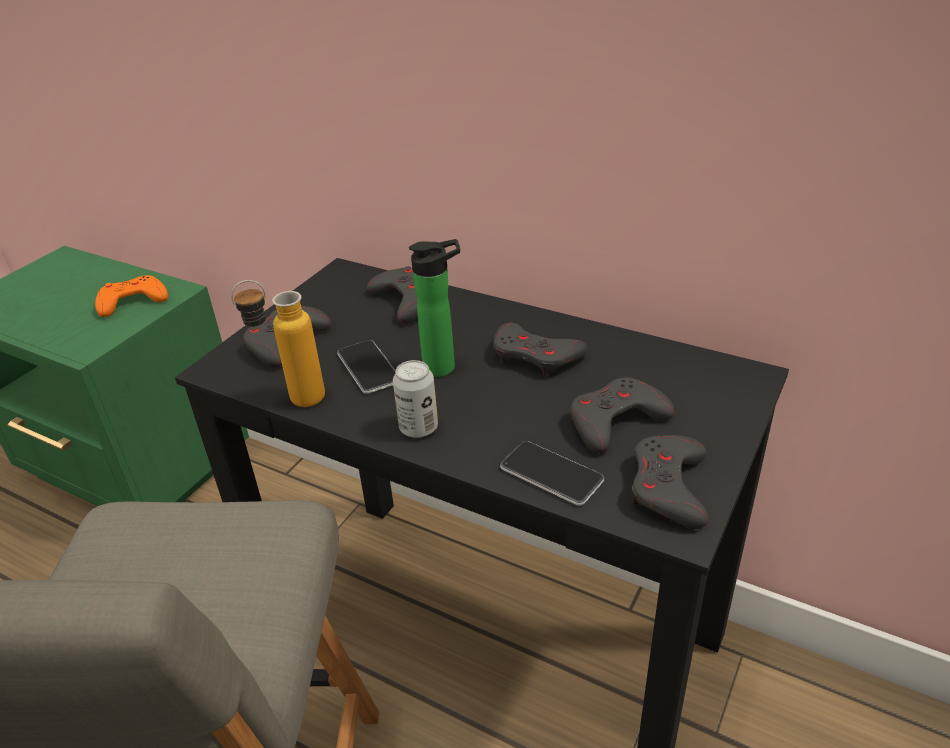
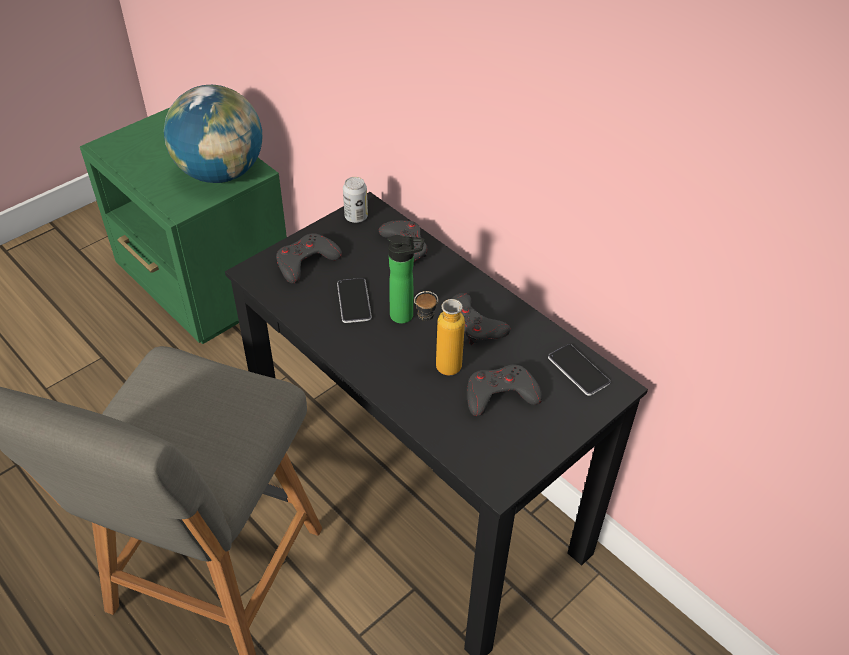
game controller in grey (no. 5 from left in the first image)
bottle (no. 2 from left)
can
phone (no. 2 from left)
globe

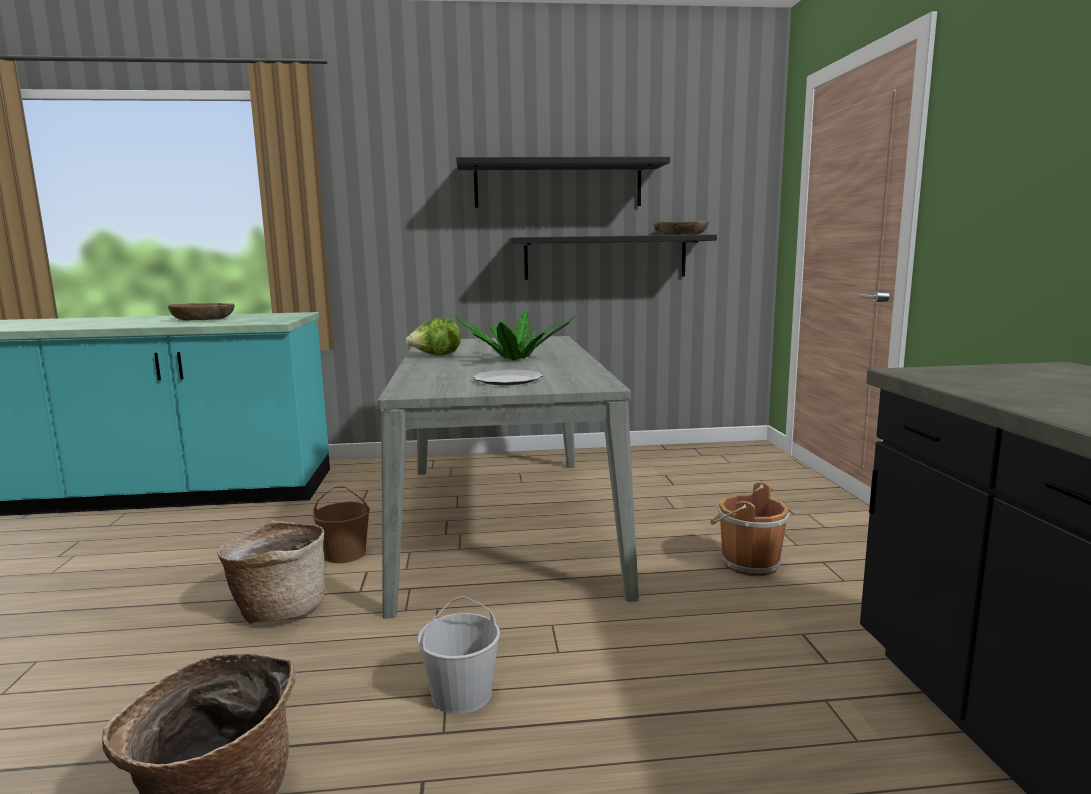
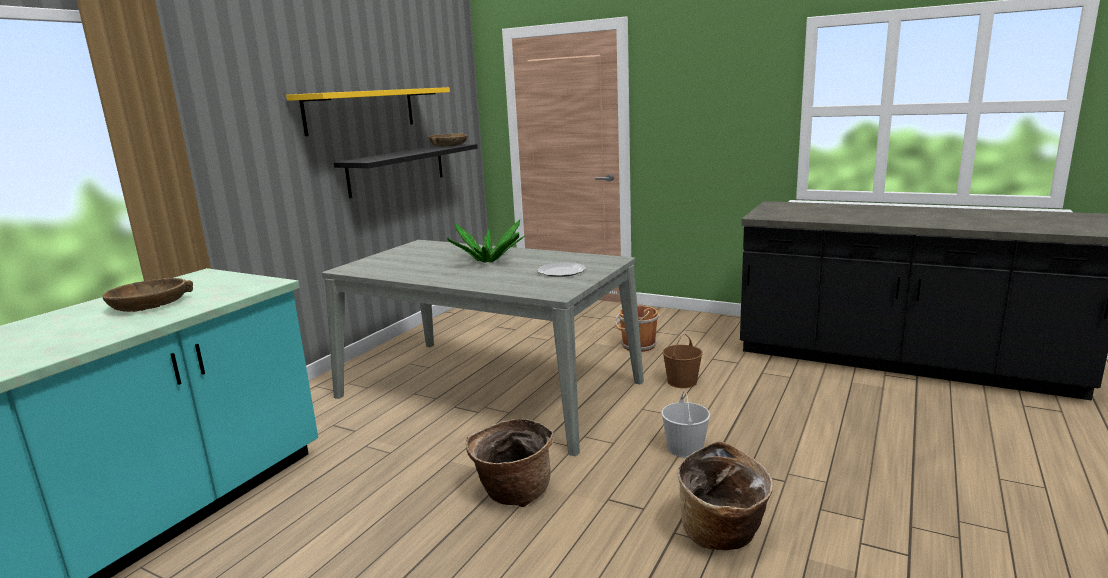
lettuce
bucket in brown (no. 2 from left)
shelf in yellow

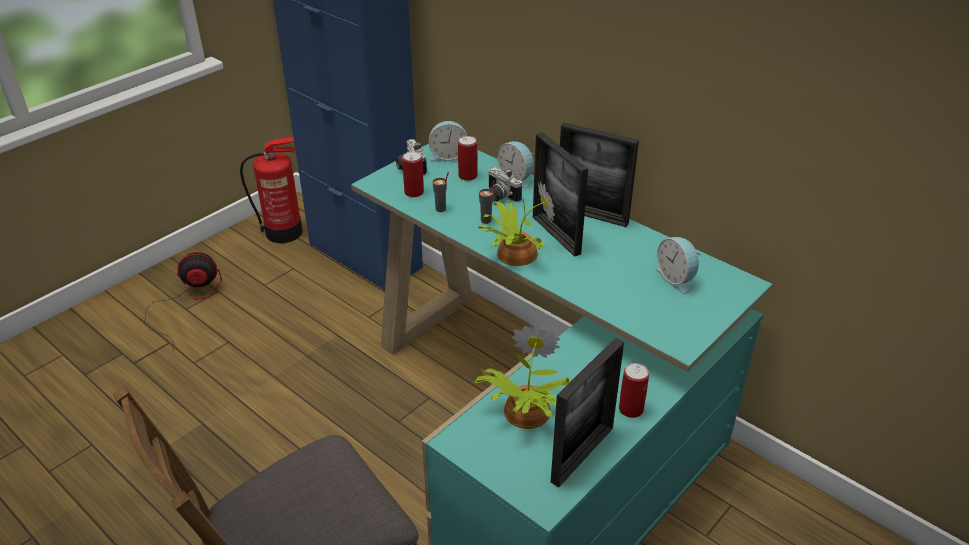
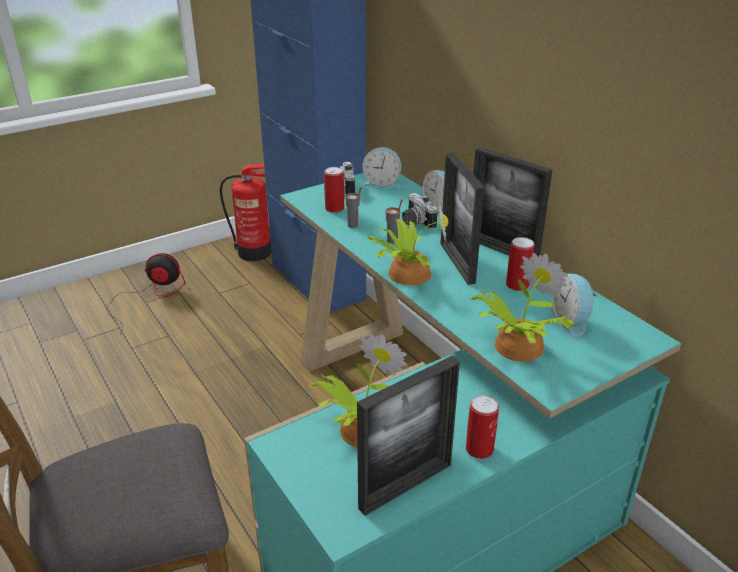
potted plant (no. 3 from left)
can (no. 3 from left)

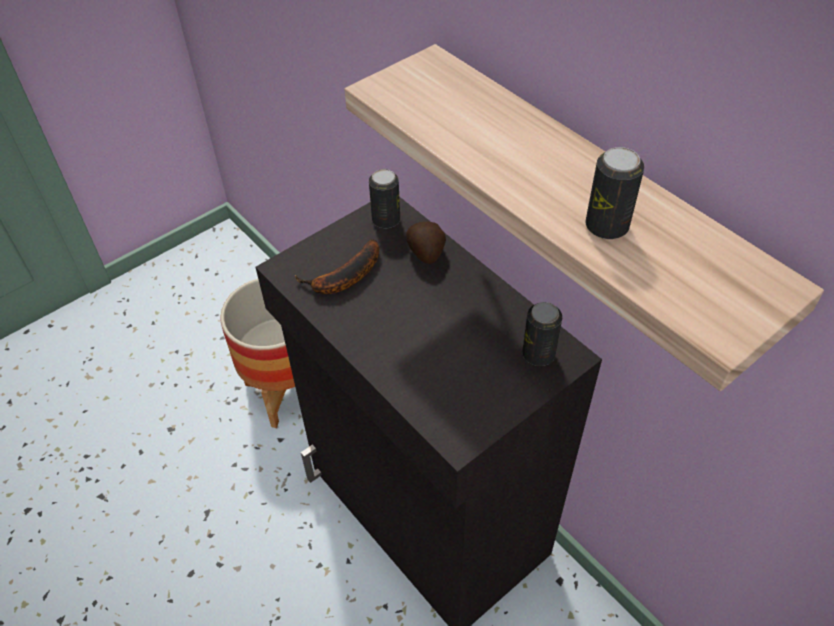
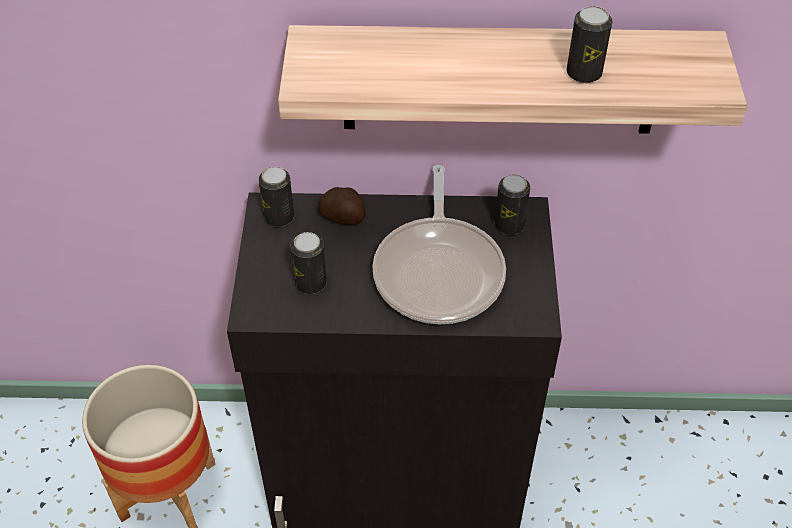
frying pan
can (no. 2 from left)

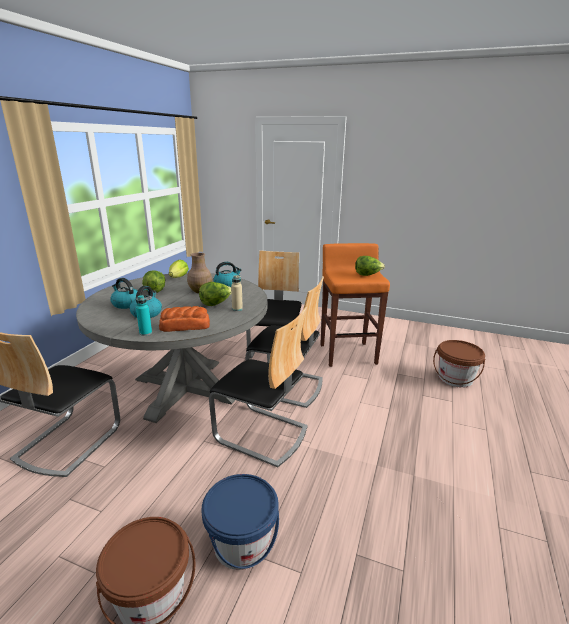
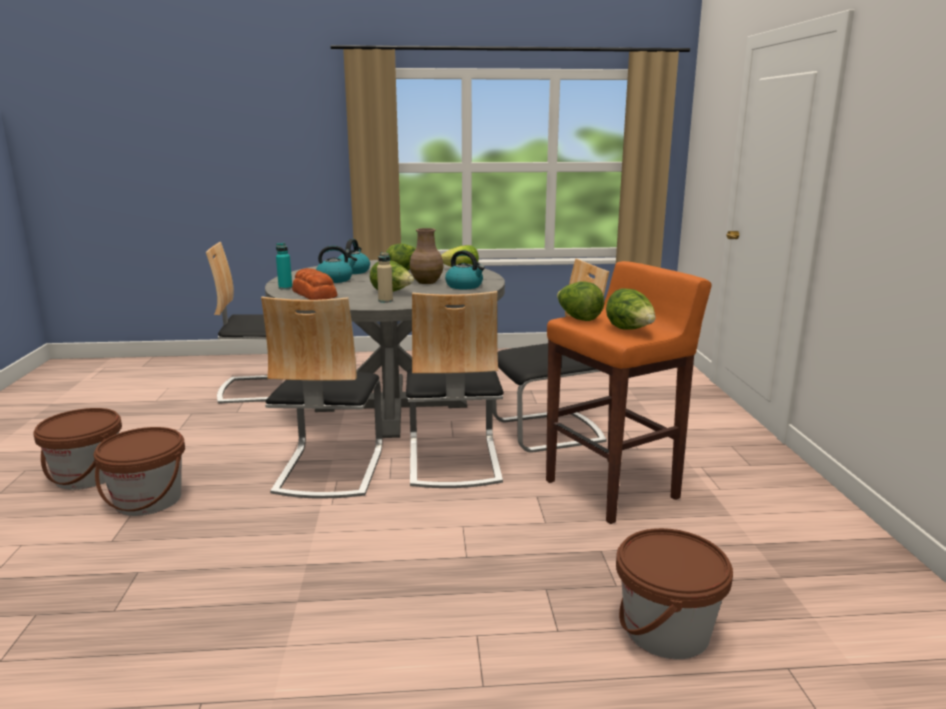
lettuce (no. 4 from left)
bucket in brown (no. 2 from left)

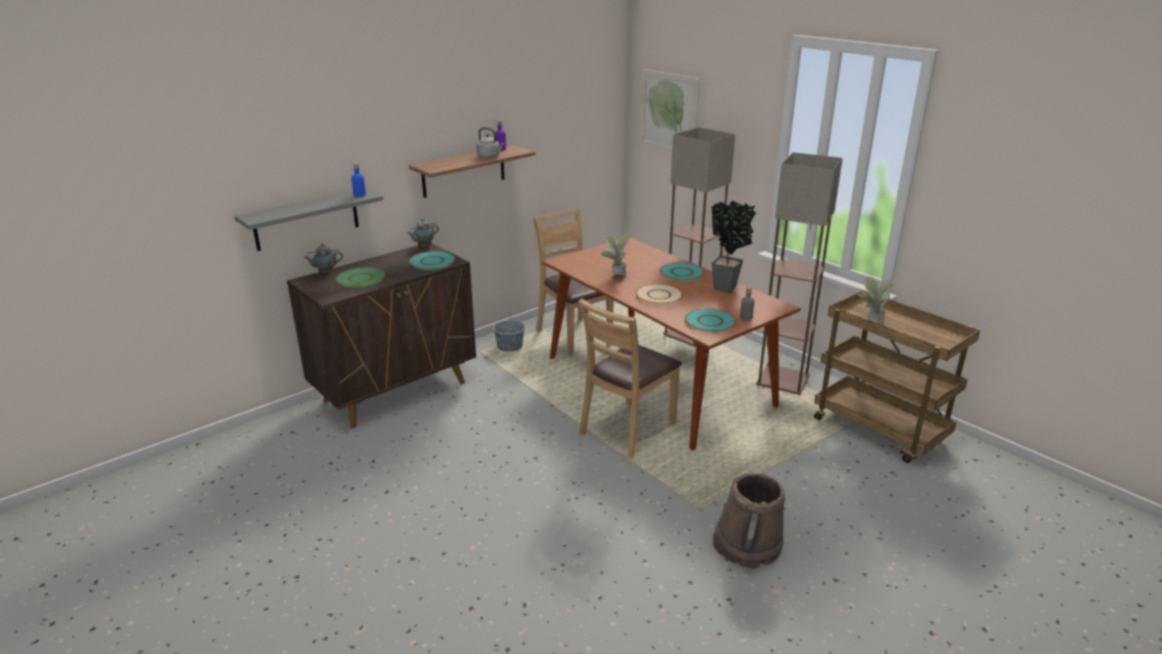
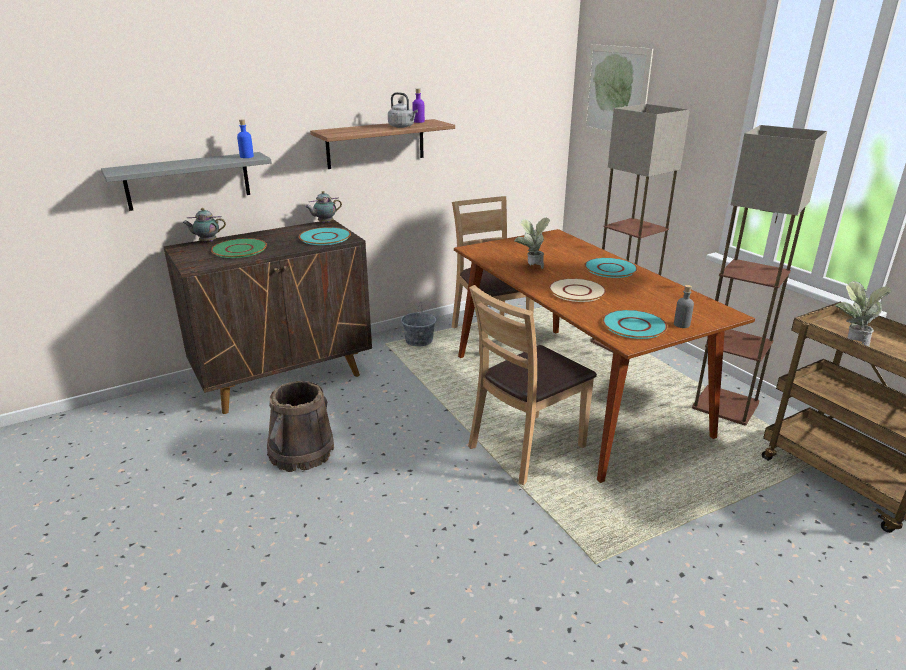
potted plant (no. 2 from left in the first image)
bucket in brown

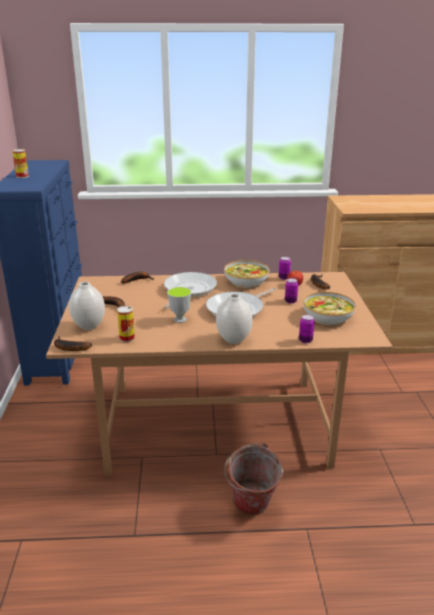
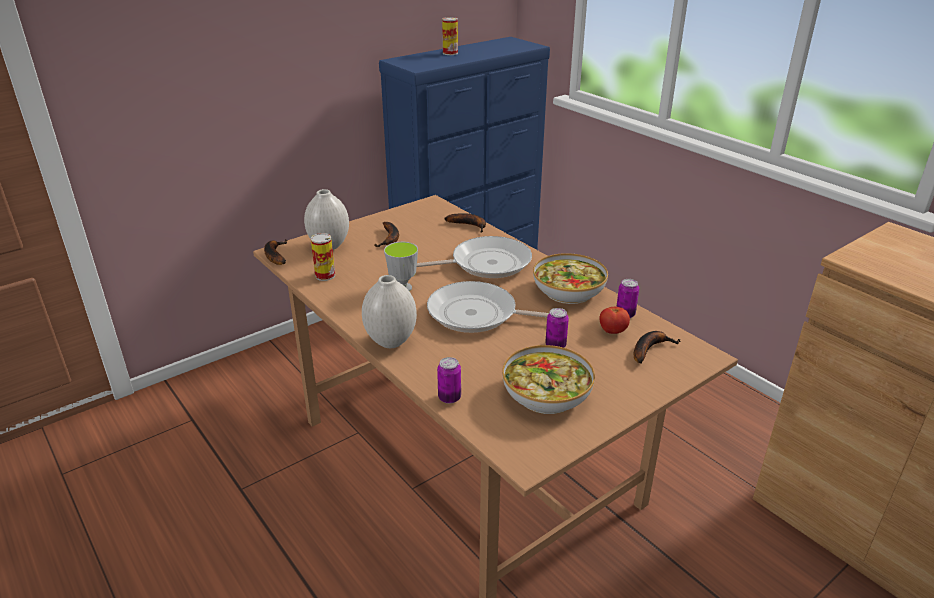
bucket

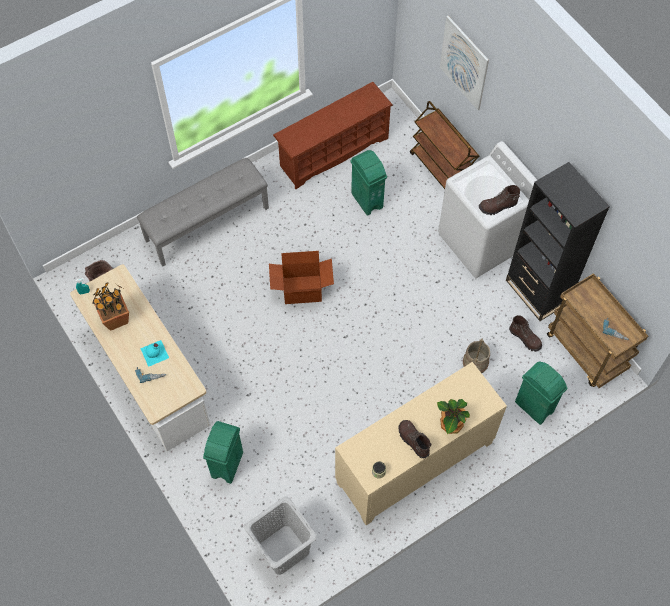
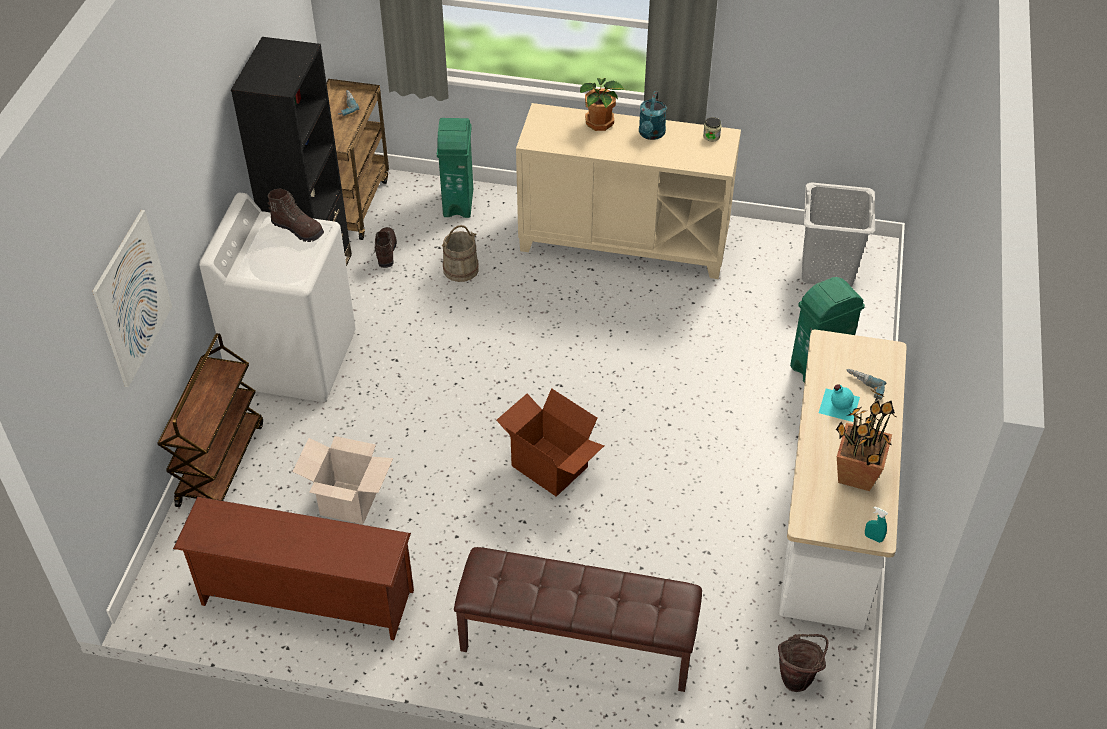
cardboard box (no. 1 from left)
watering can in turquoise
bench in brown

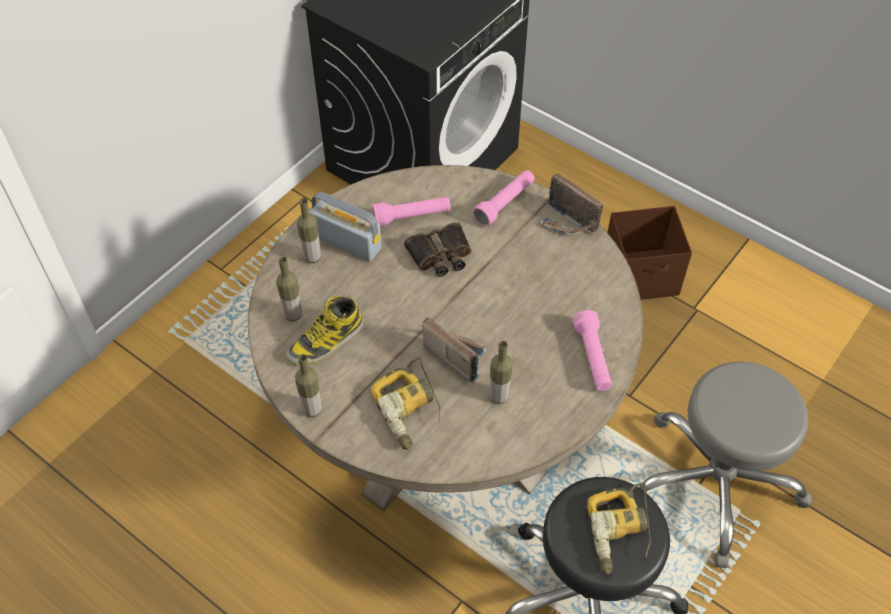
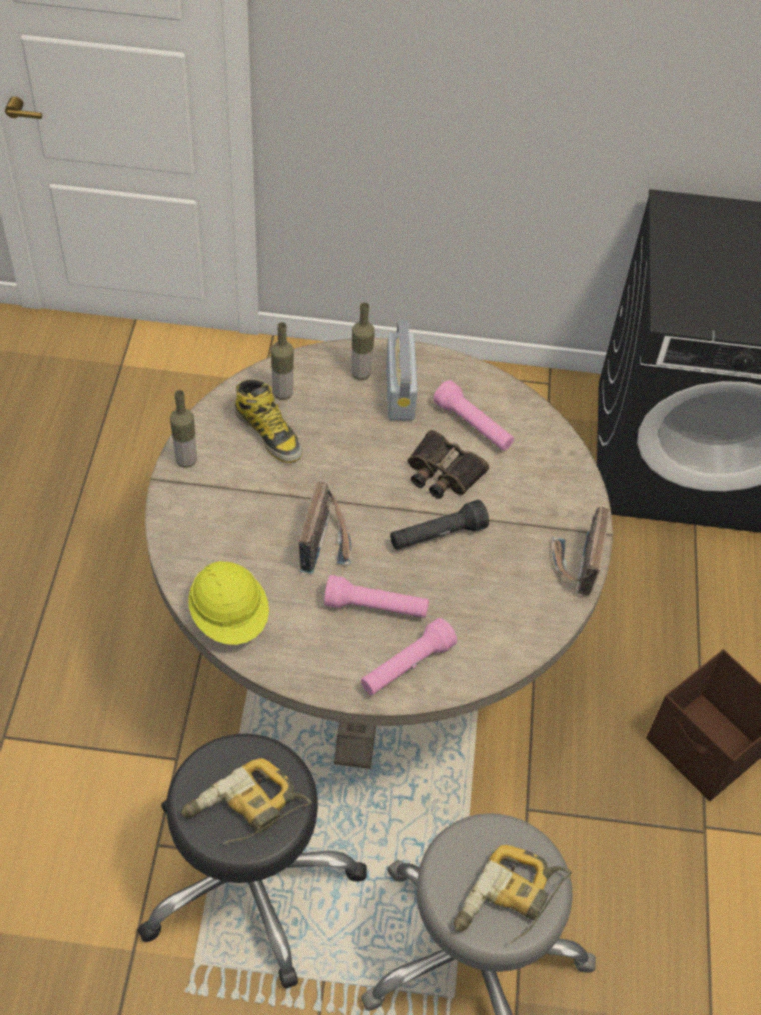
bottle (no. 4 from left in the first image)
hard hat in yellow
flashlight in black
power drill (no. 2 from left)
flashlight in pink (no. 1 from left)
boot

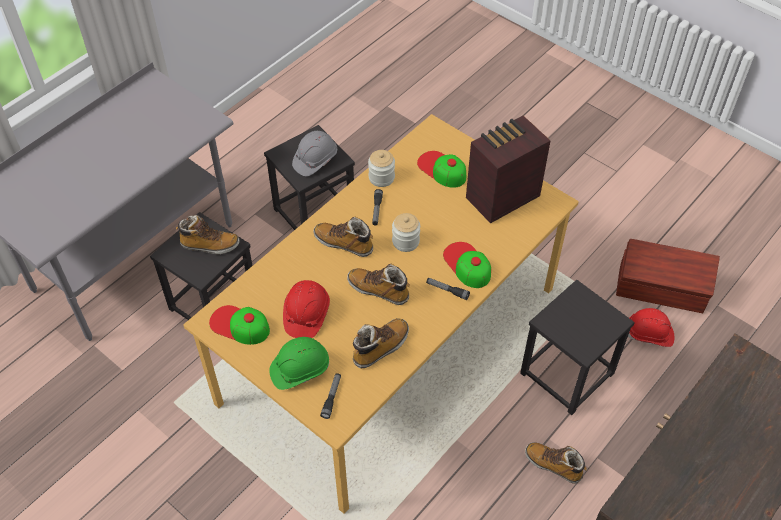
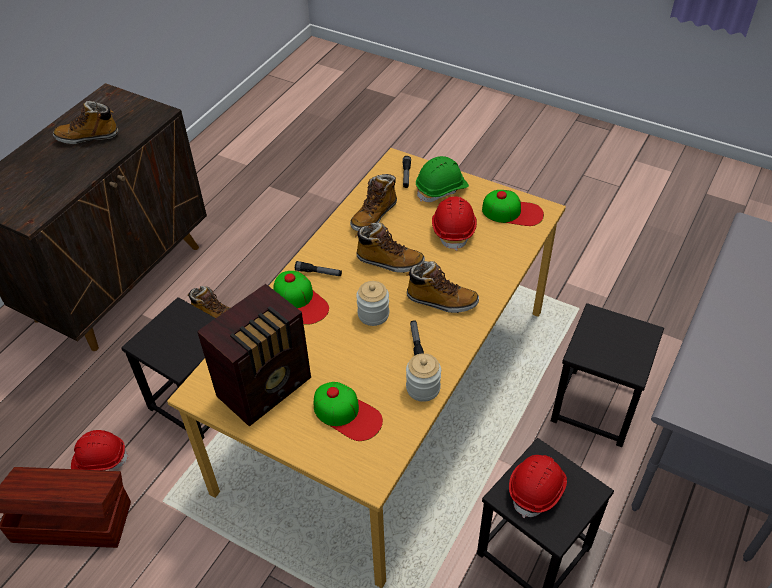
boot (no. 1 from left)
hard hat in red (no. 3 from left)

